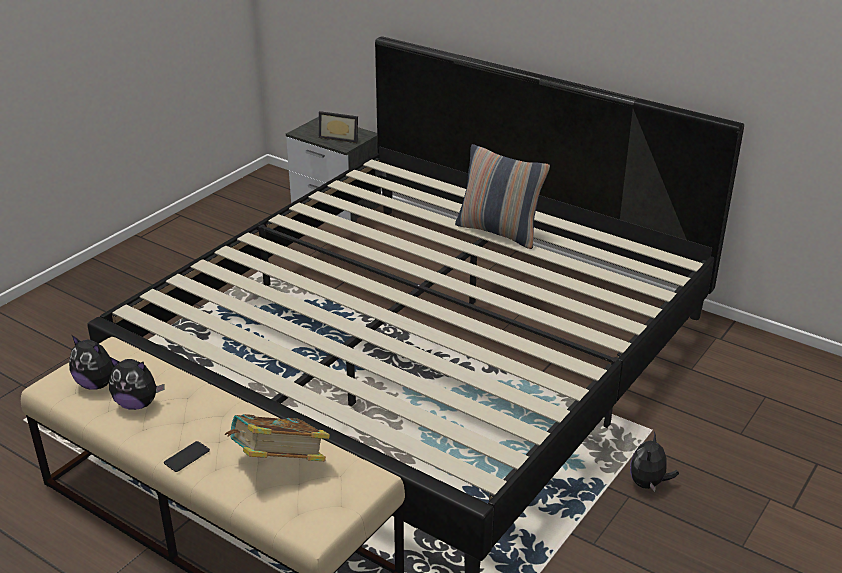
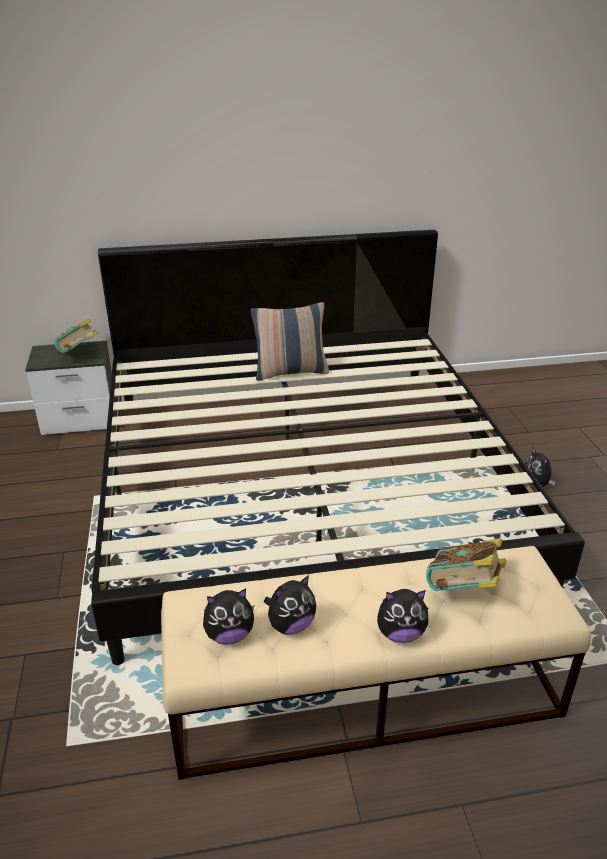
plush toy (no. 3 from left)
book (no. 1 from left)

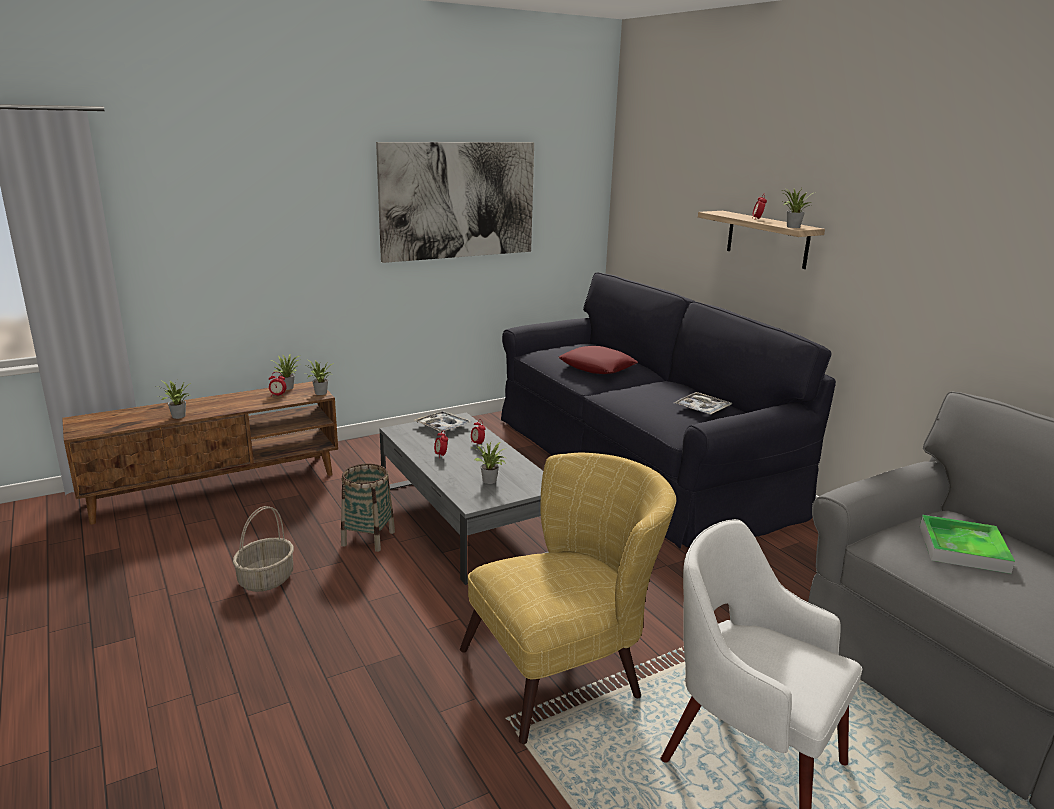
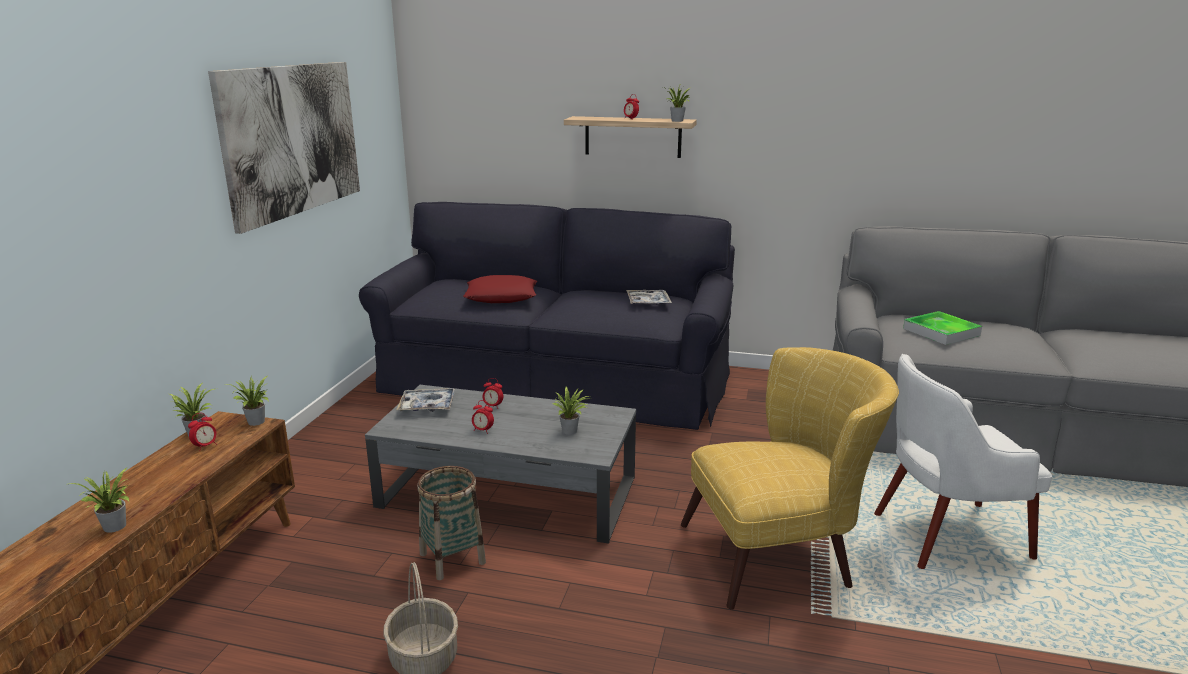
armchair in yellow

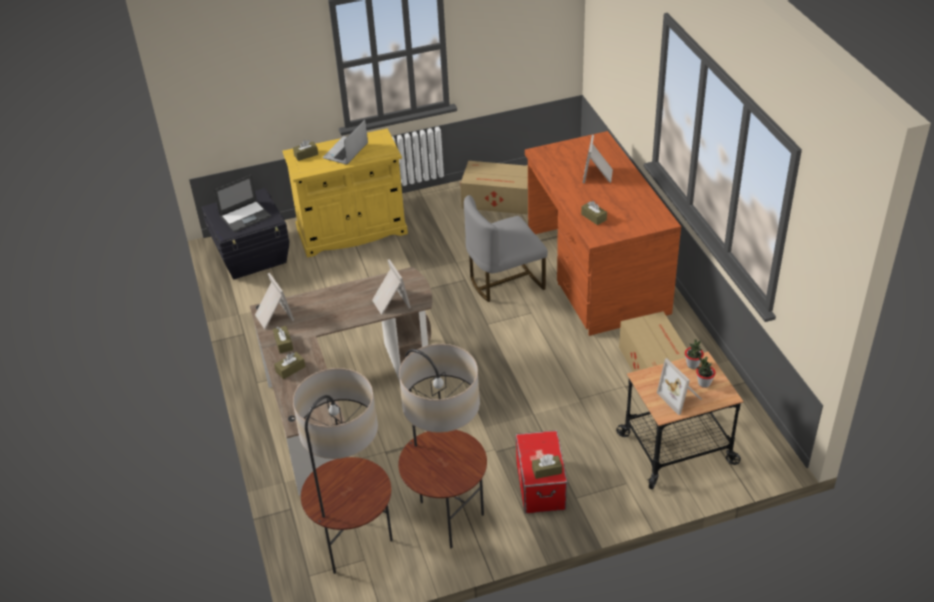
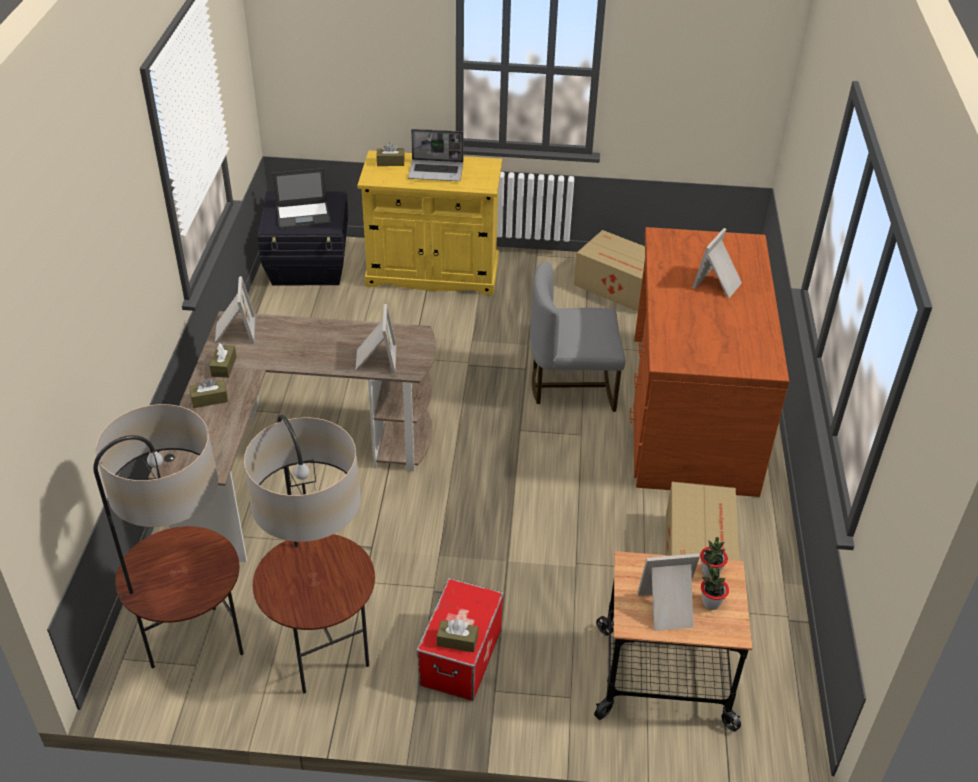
tissue box in brown (no. 5 from left in the first image)
laptop (no. 2 from left)
picture frame (no. 3 from left)

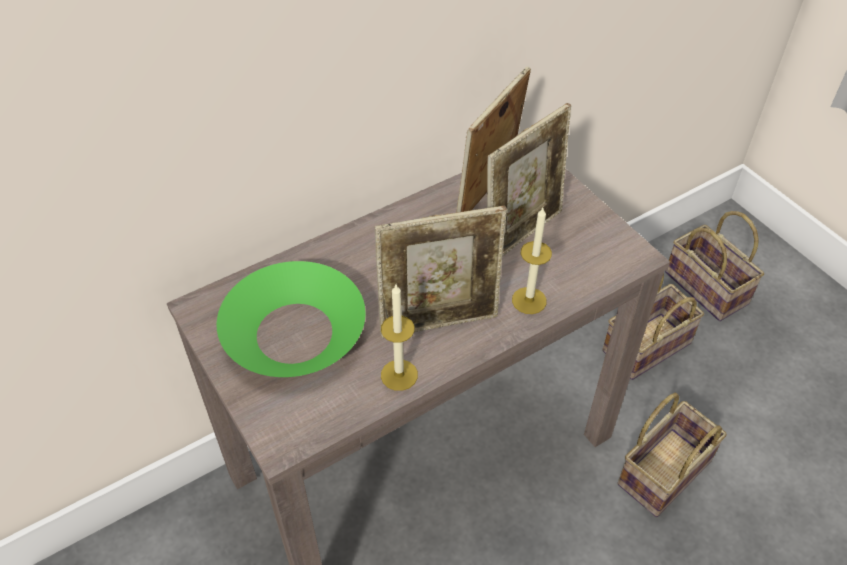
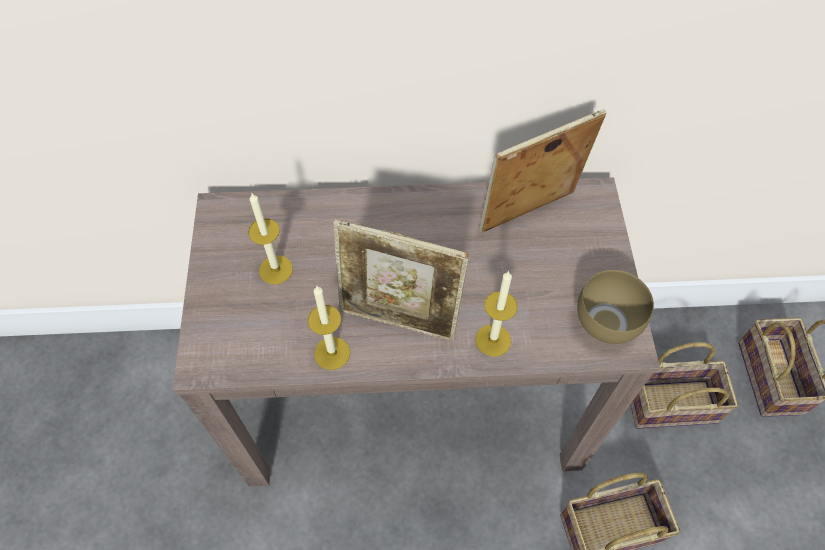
picture frame (no. 3 from left in the first image)
bowl in brown
candle (no. 1 from left)

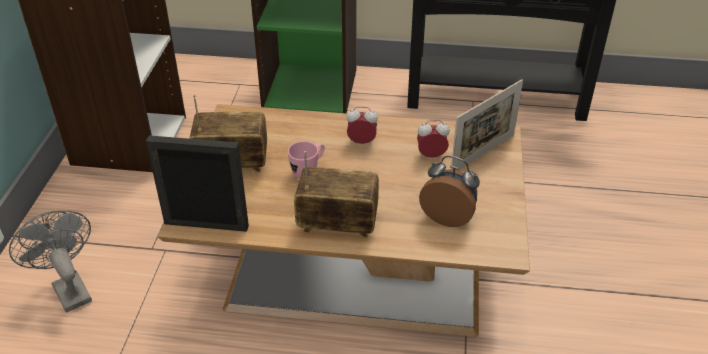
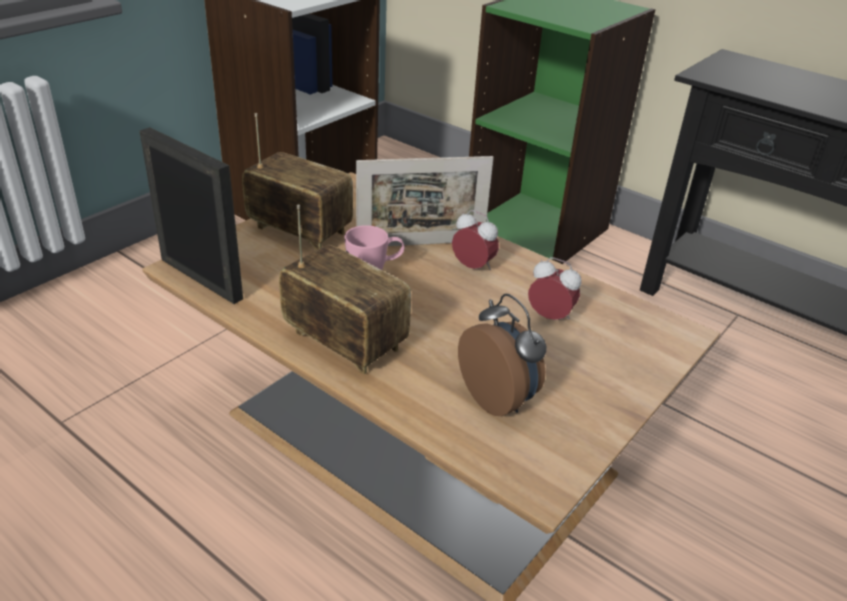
fan in grey
picture frame (no. 2 from left)

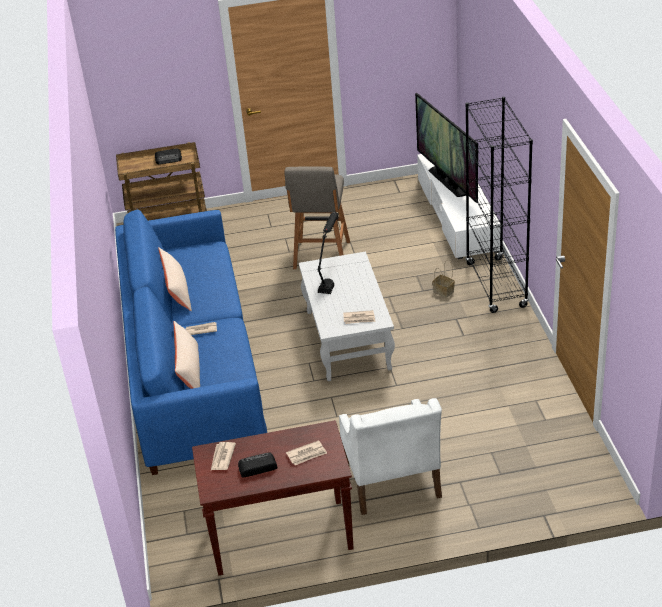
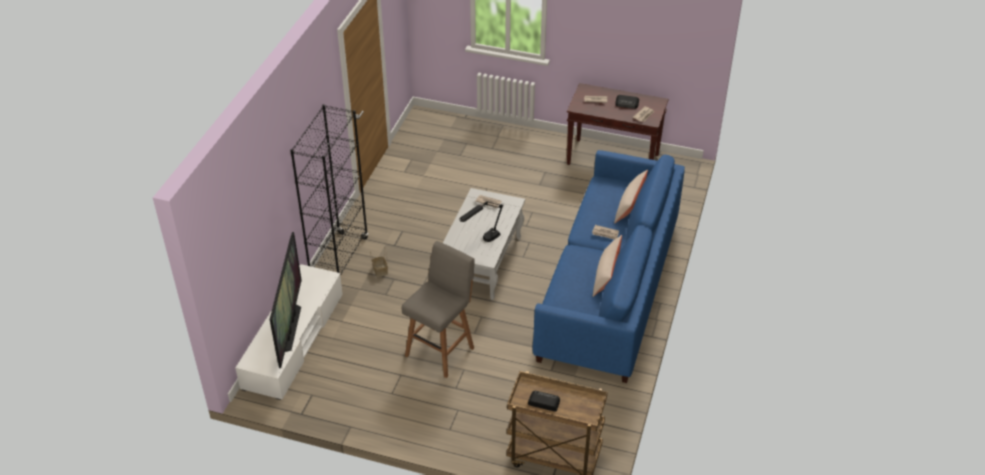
armchair in white

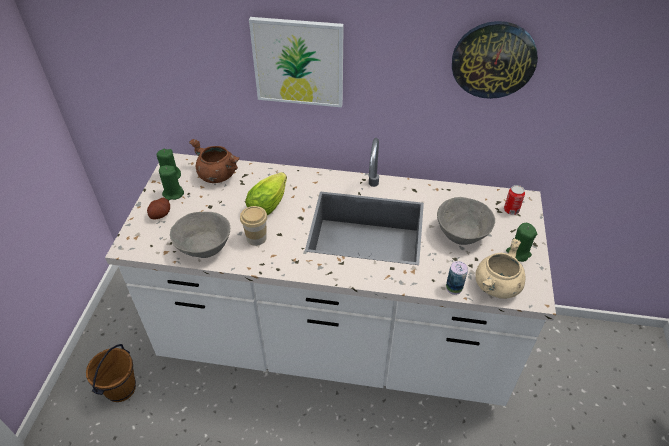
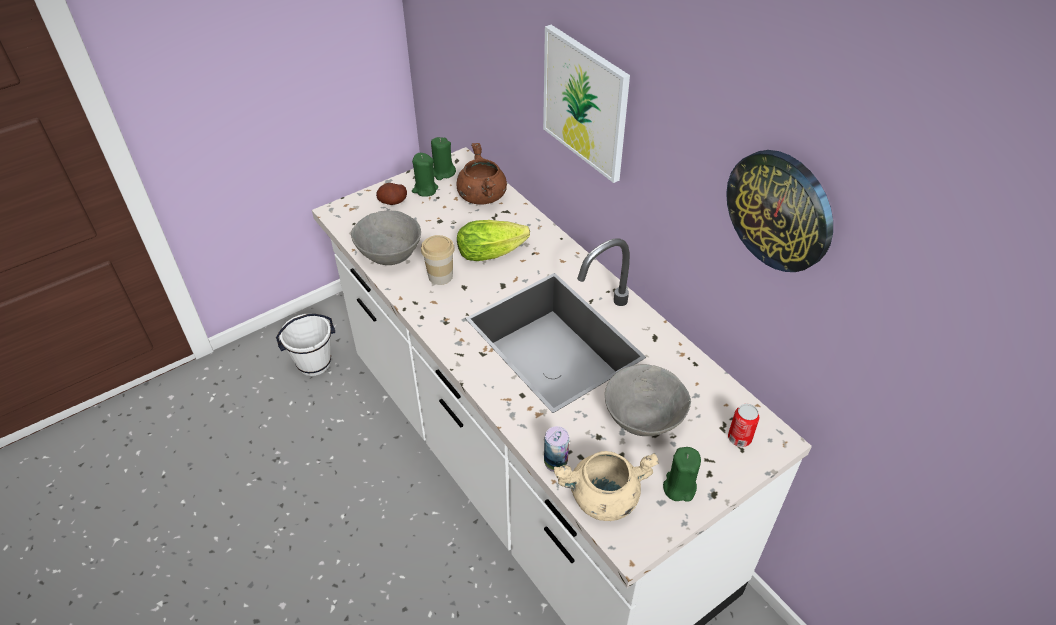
bucket in white

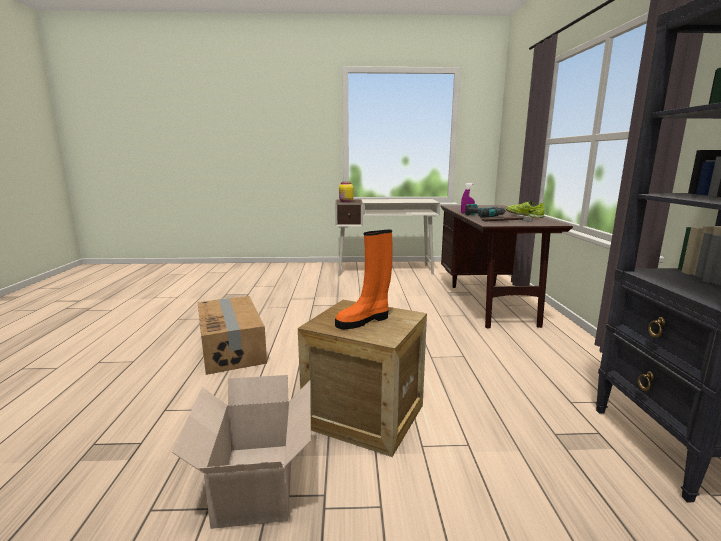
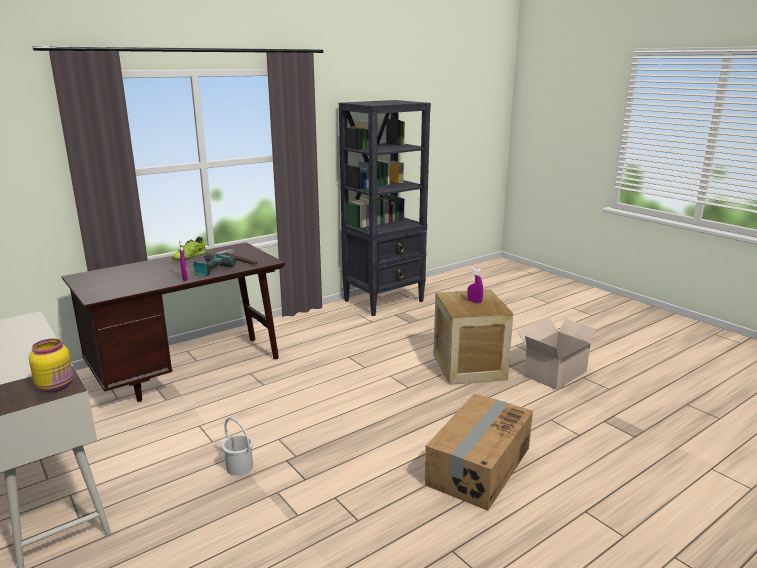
bucket in white
spray bottle in purple (no. 2 from left)

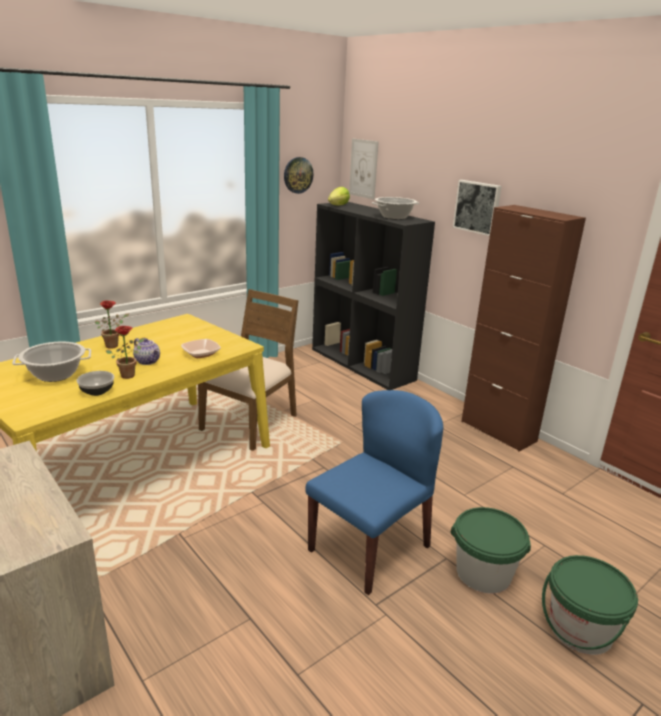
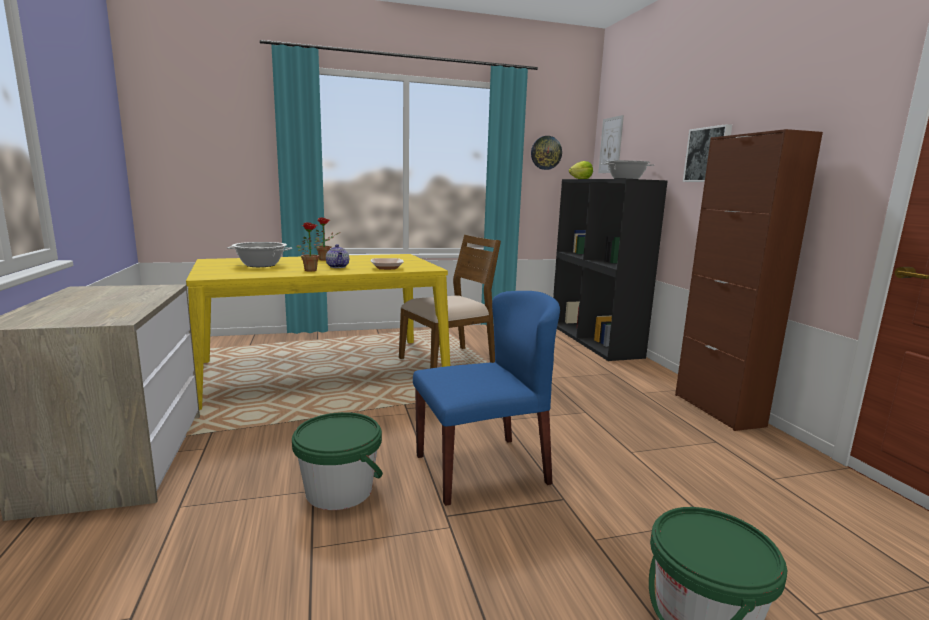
bowl (no. 1 from left in the first image)
bucket in green (no. 1 from left)

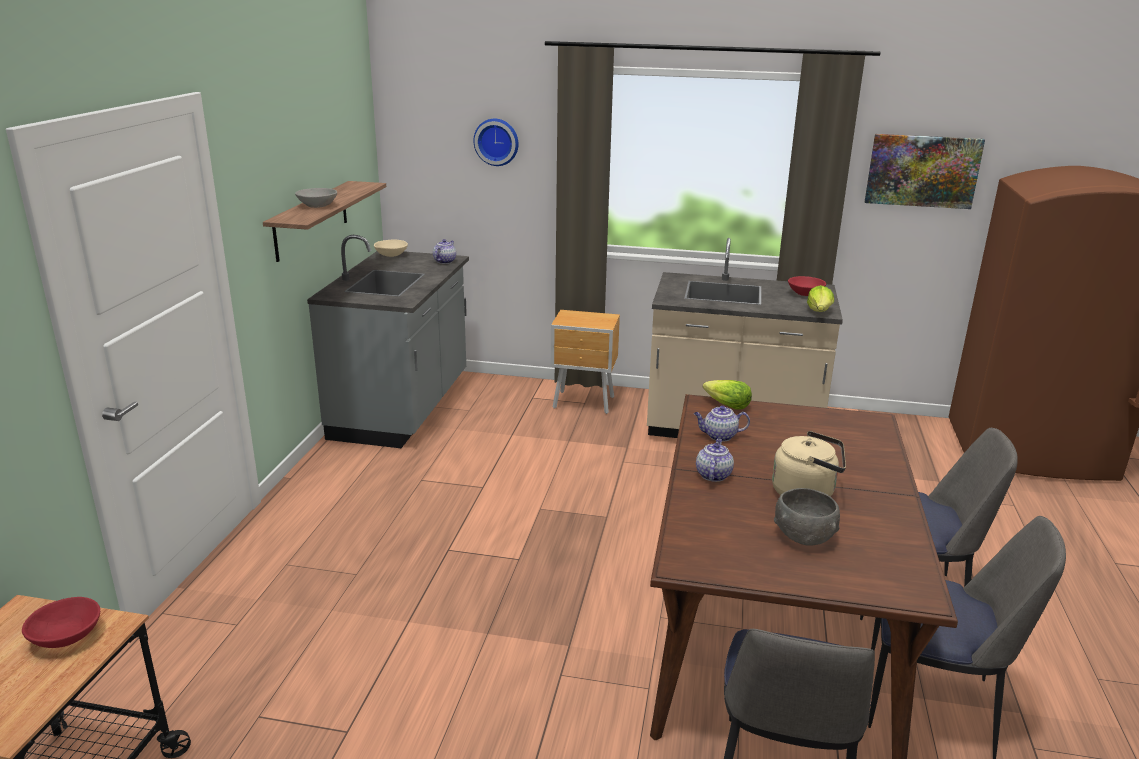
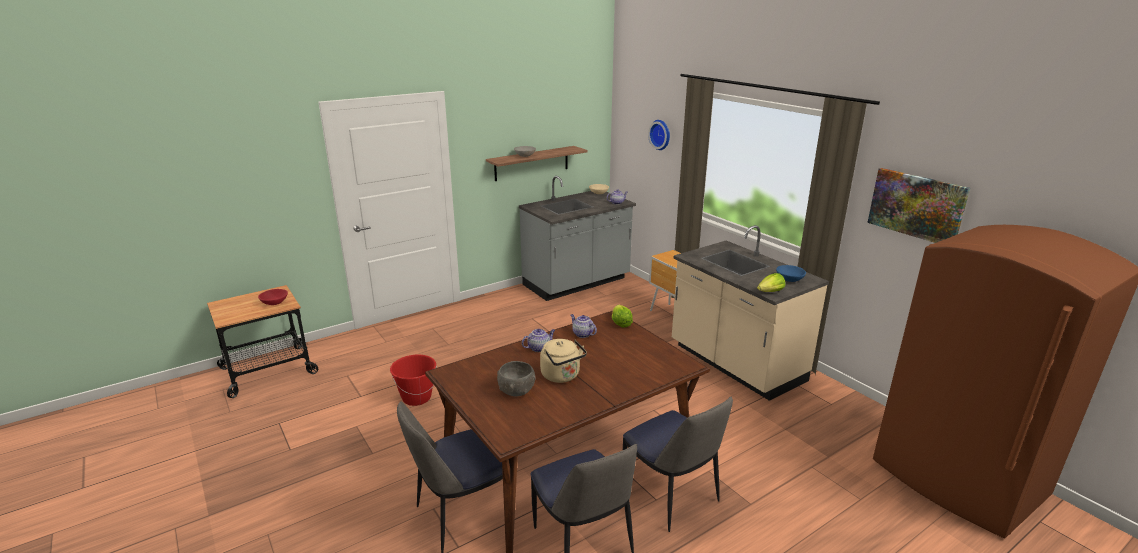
bucket in red
bowl in blue

